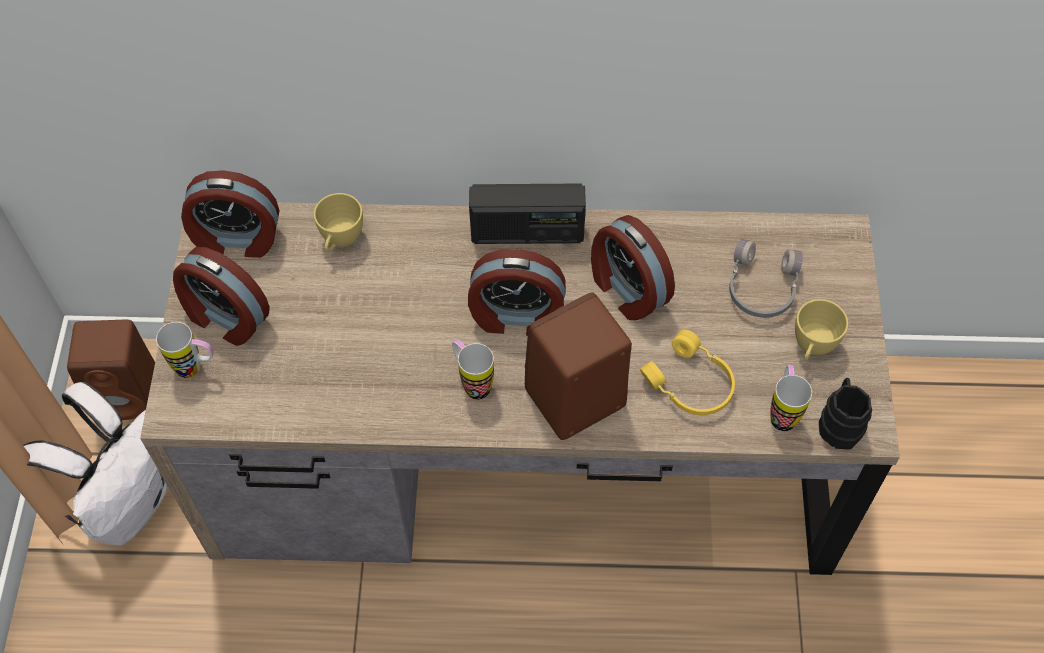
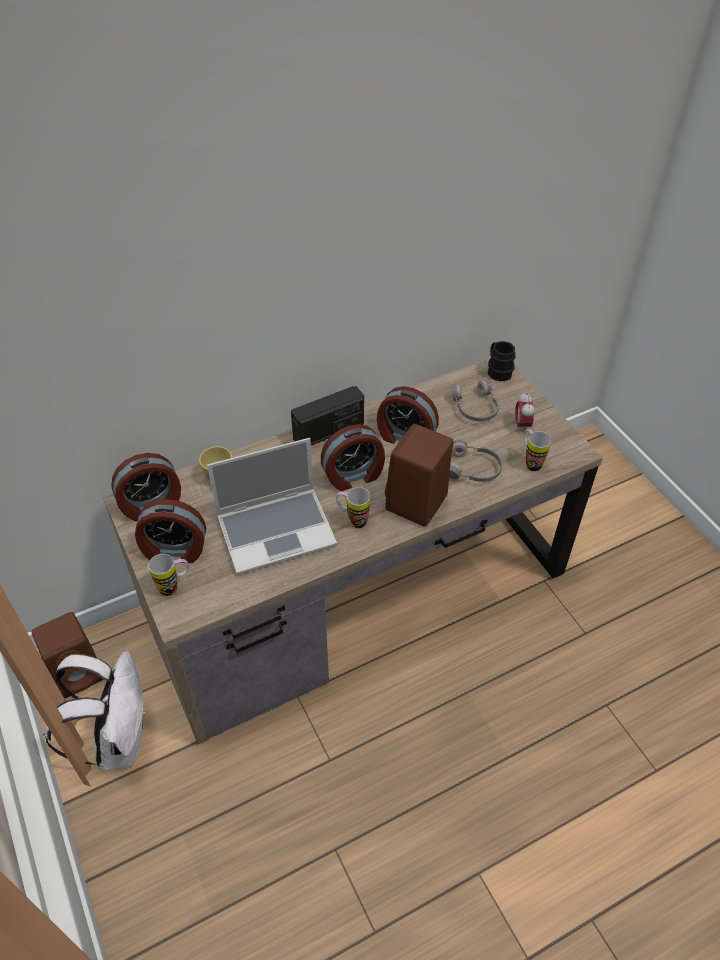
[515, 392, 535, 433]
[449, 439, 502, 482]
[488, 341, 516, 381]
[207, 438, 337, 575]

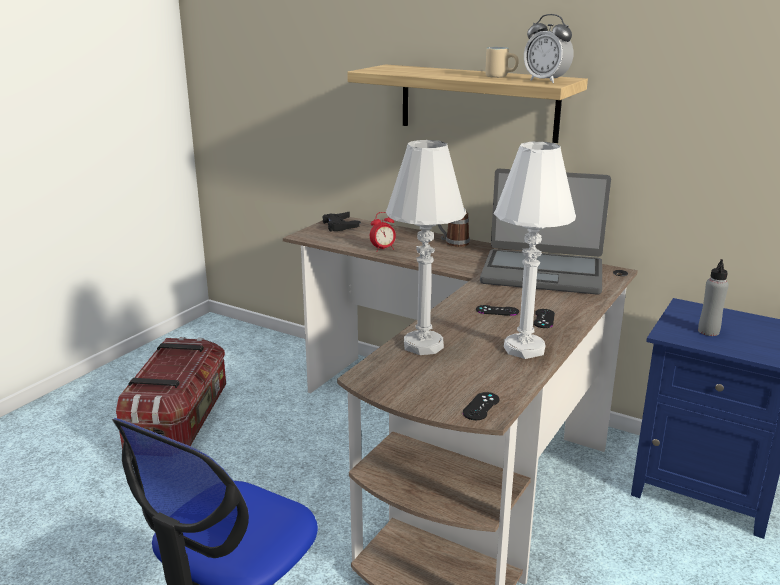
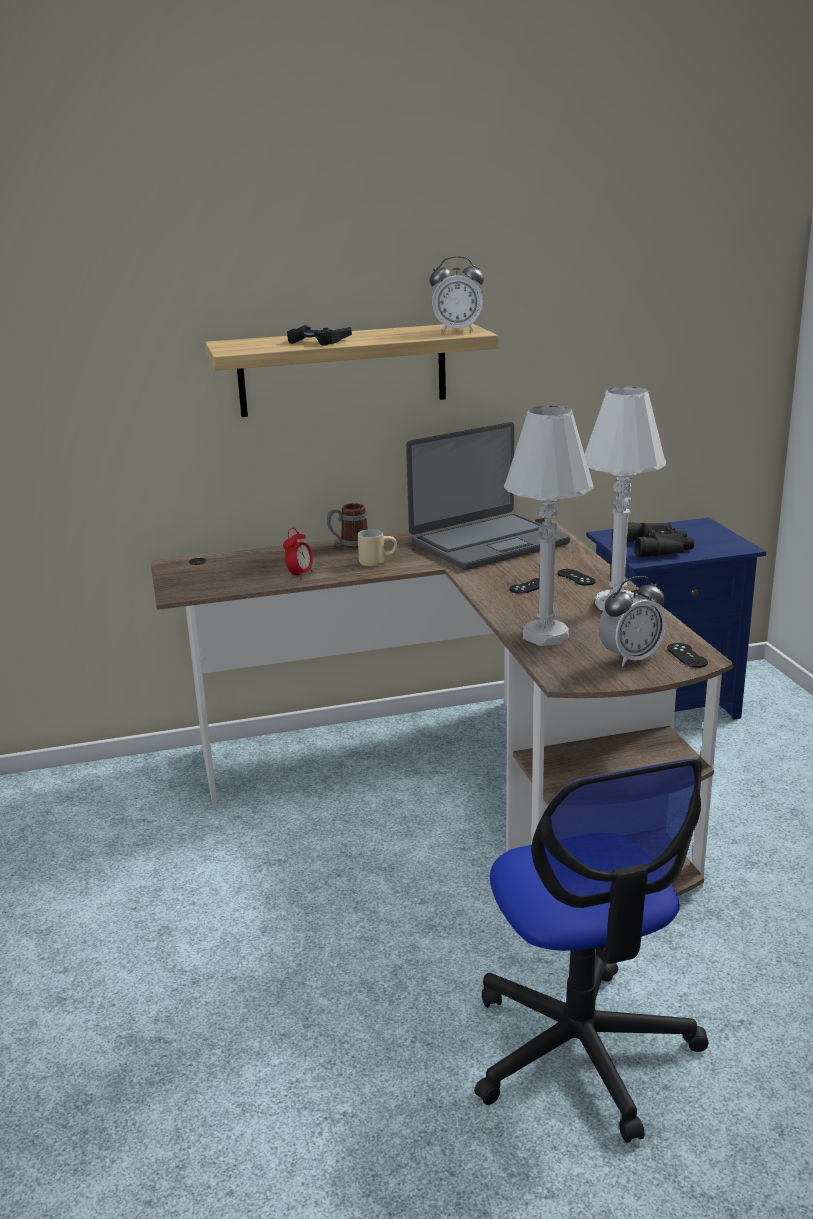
[358, 529, 397, 567]
[287, 325, 352, 346]
[627, 522, 694, 557]
[116, 337, 226, 449] (first image)
[599, 576, 666, 667]

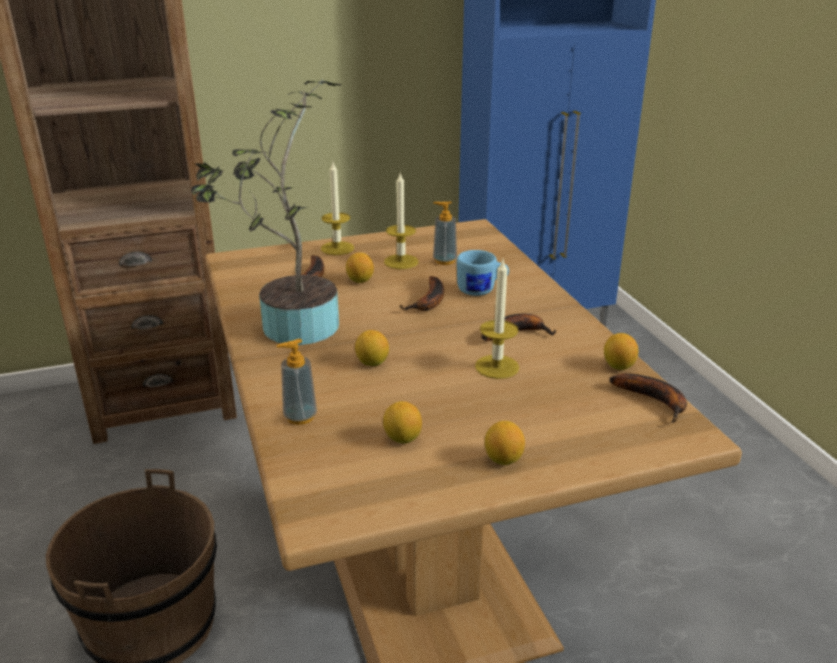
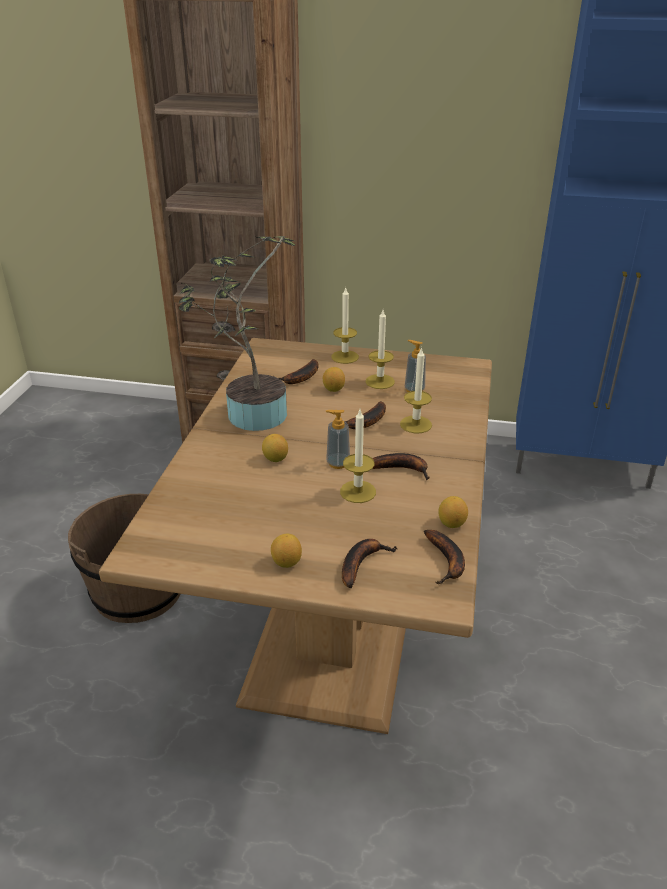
[400, 347, 432, 434]
[326, 410, 350, 469]
[383, 401, 422, 444] (first image)
[342, 539, 397, 588]

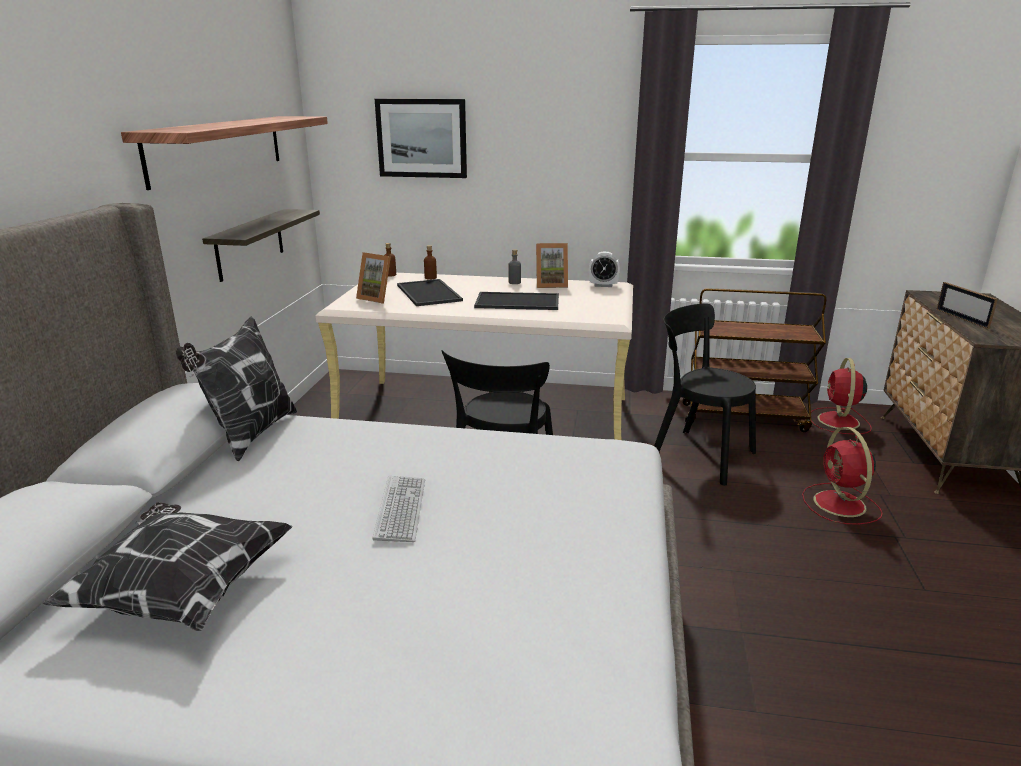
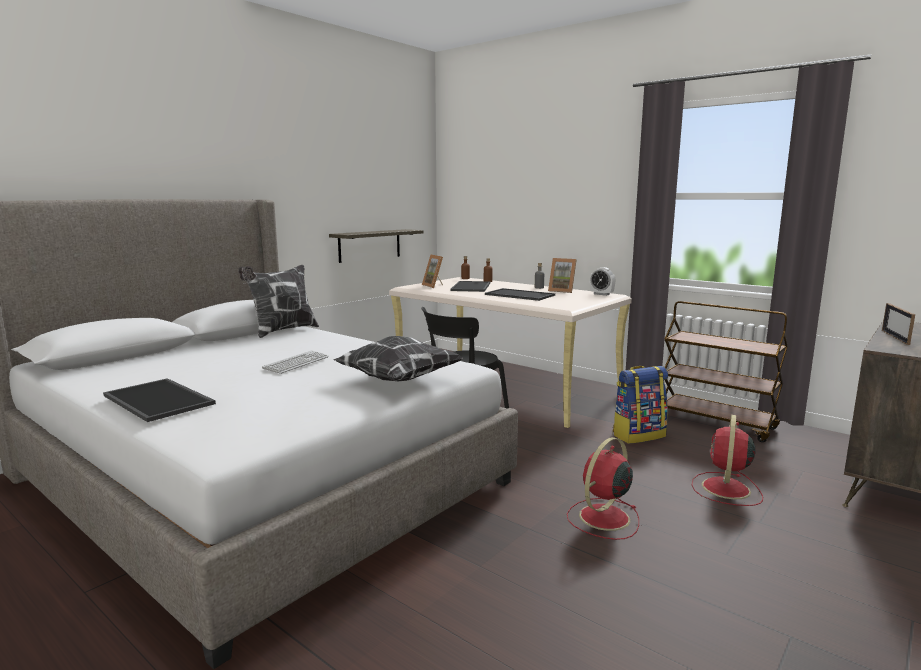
[375, 99, 467, 178] (first image)
[121, 116, 328, 190] (first image)
[613, 366, 668, 444]
[567, 437, 639, 540]
[334, 336, 463, 381]
[103, 378, 216, 422]

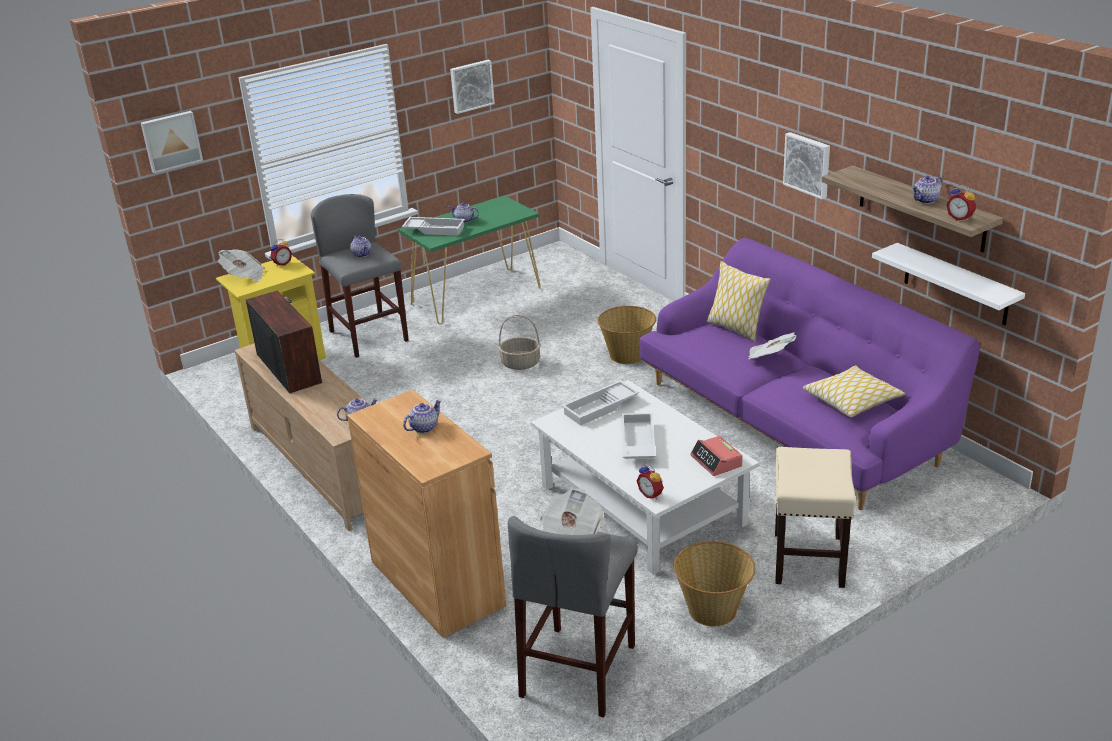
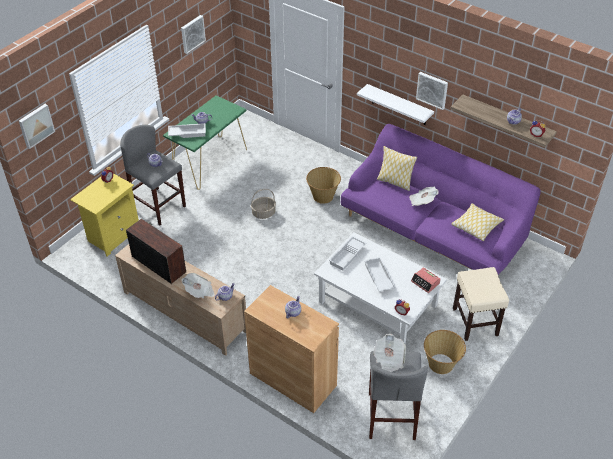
[357, 84, 434, 125]
[182, 273, 215, 299]

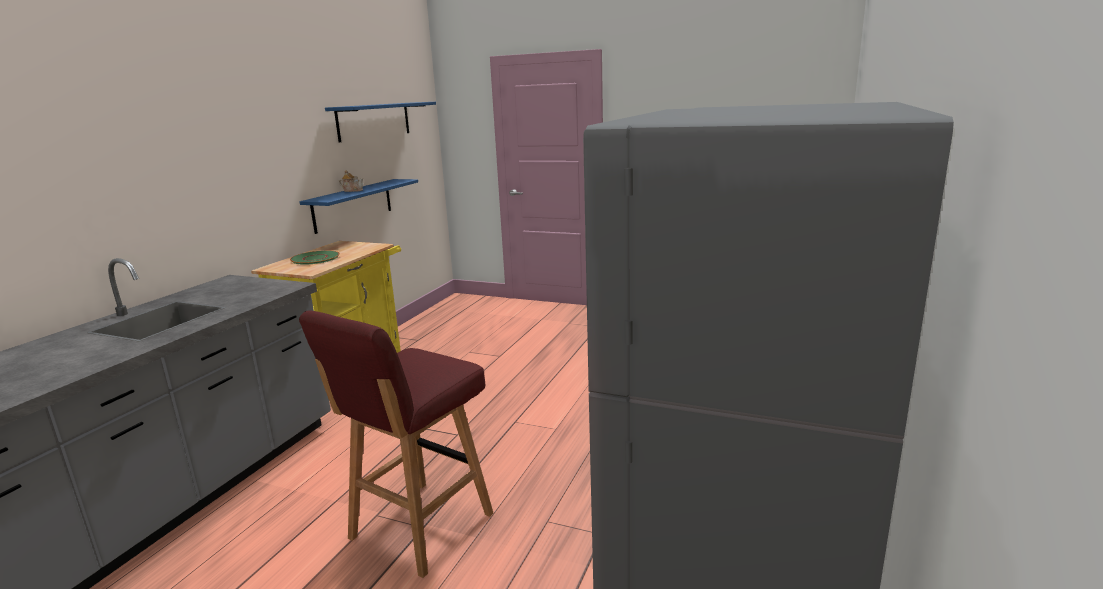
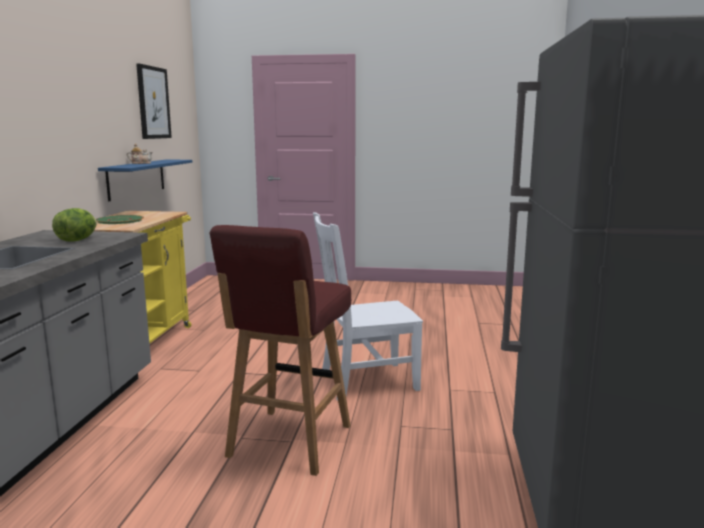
[136, 64, 172, 139]
[52, 208, 97, 242]
[313, 212, 423, 400]

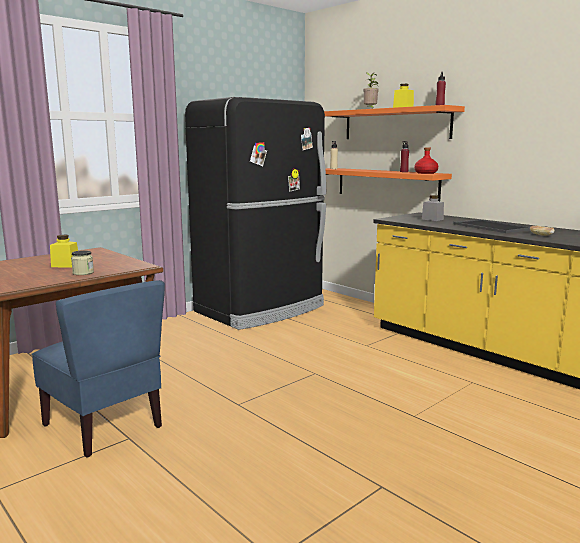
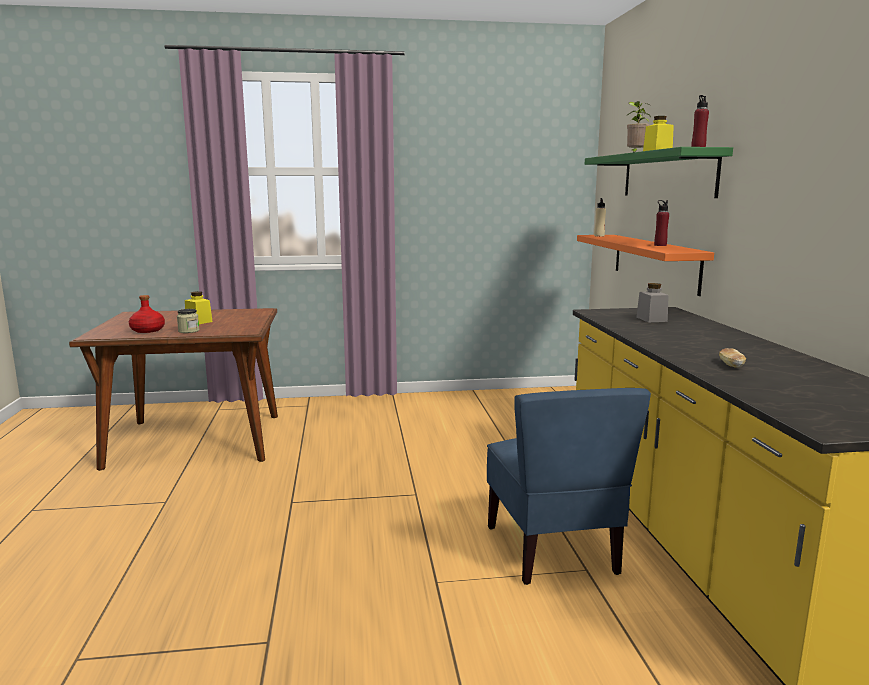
[185, 97, 326, 330] (first image)
[585, 147, 733, 198]
[129, 295, 165, 333]
[453, 219, 530, 233] (first image)
[487, 388, 651, 585]

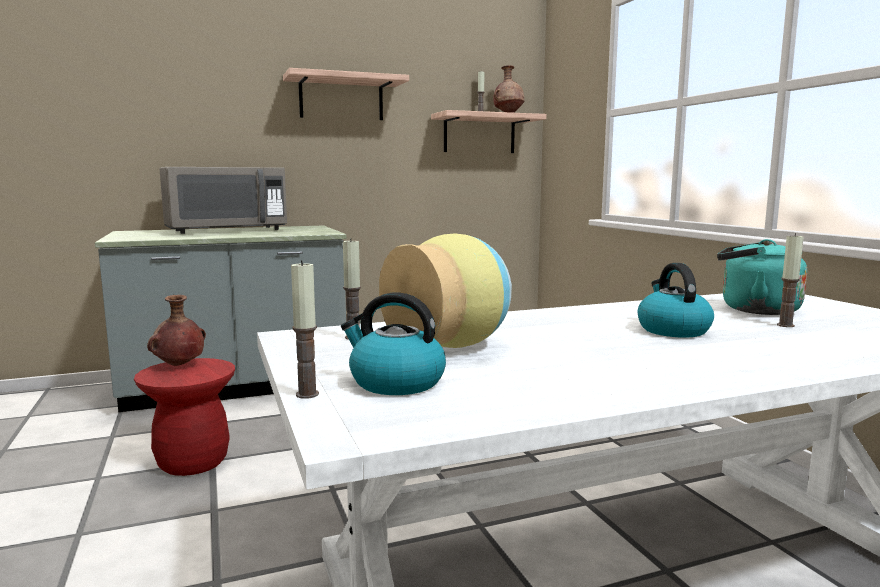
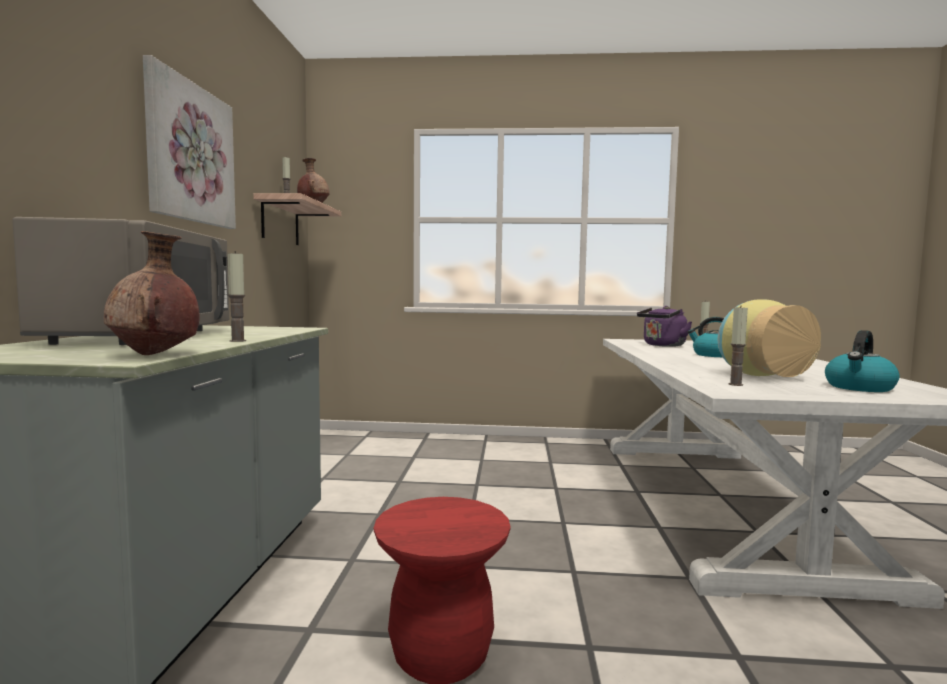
[143, 55, 236, 229]
[637, 306, 692, 347]
[228, 251, 246, 342]
[104, 231, 199, 355]

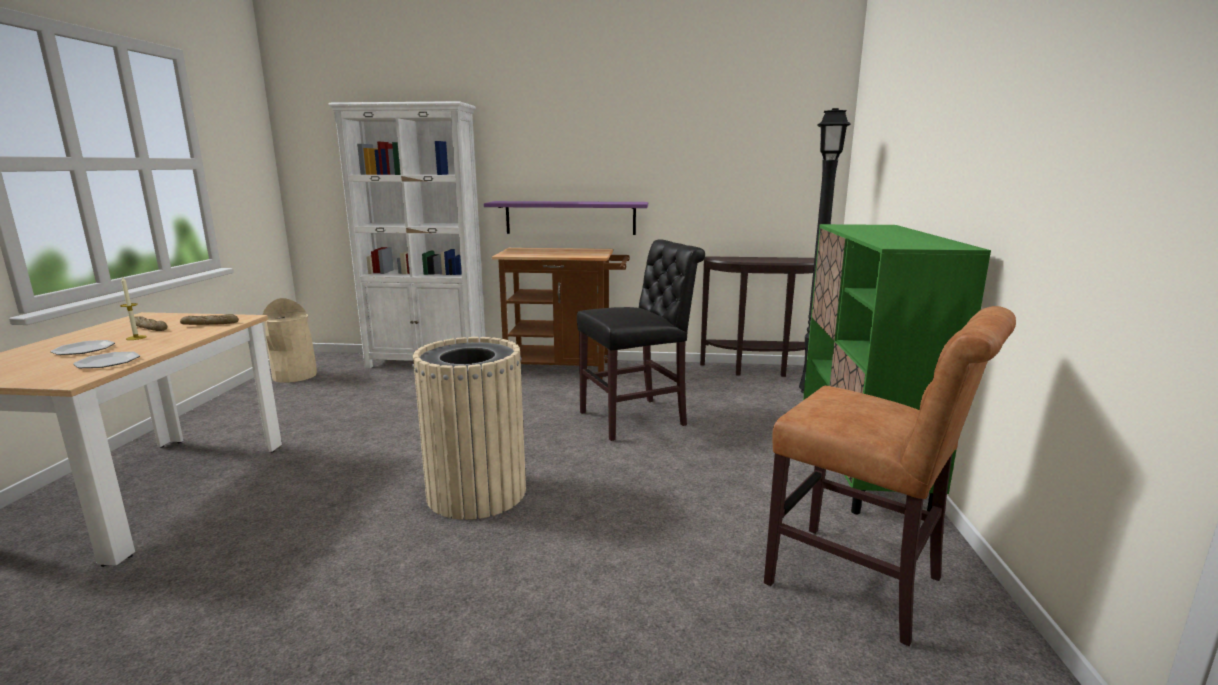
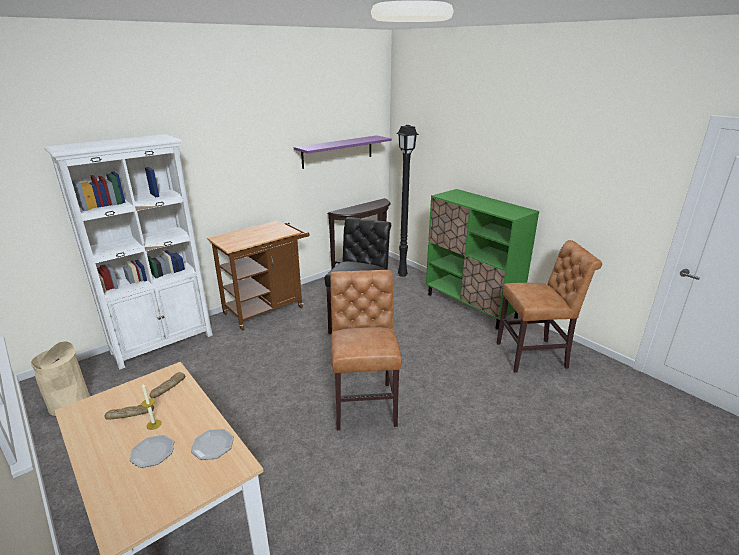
[294, 135, 392, 169]
[330, 270, 402, 430]

